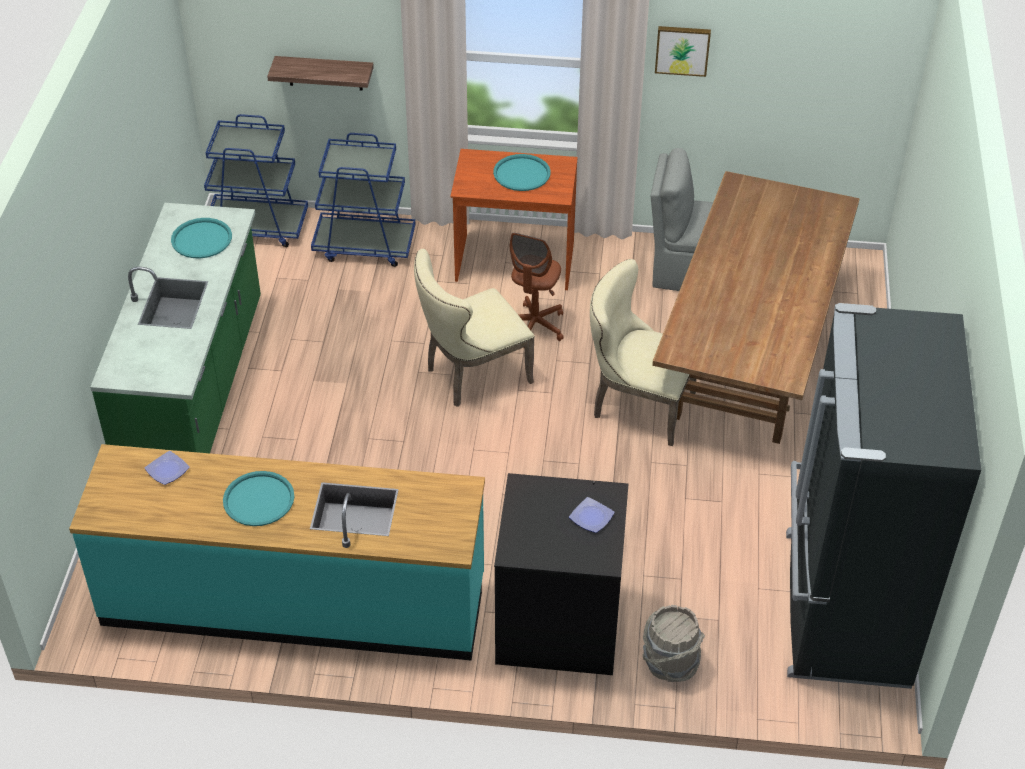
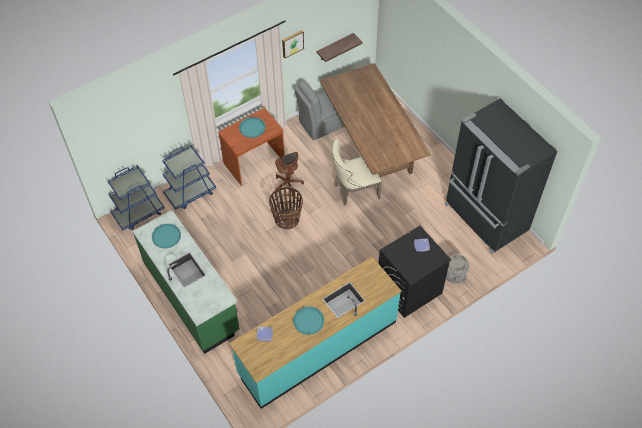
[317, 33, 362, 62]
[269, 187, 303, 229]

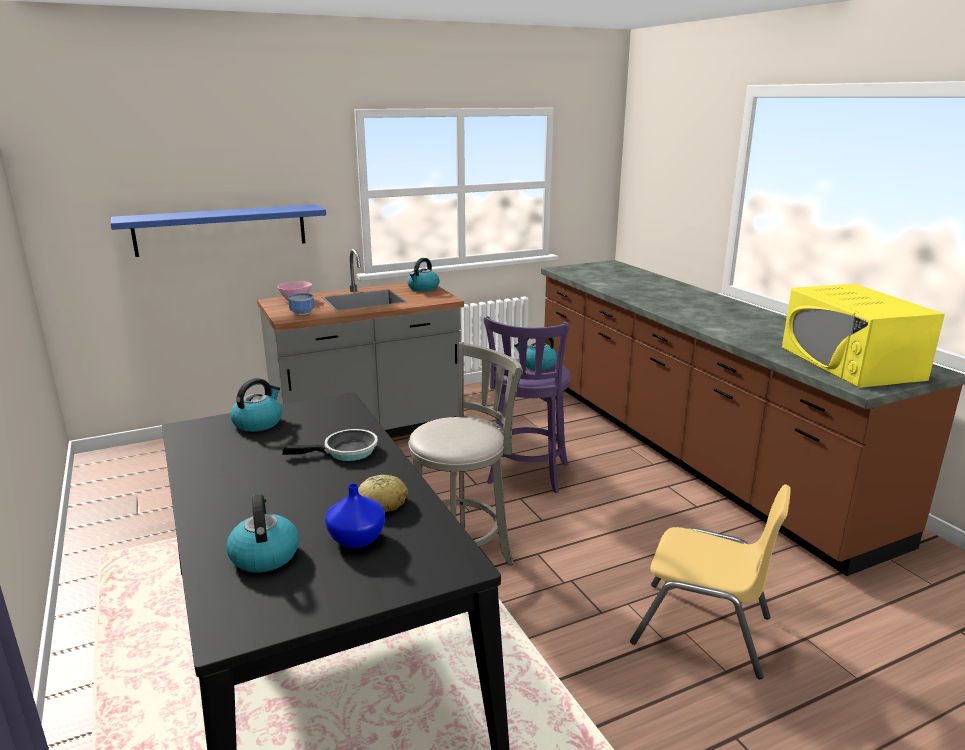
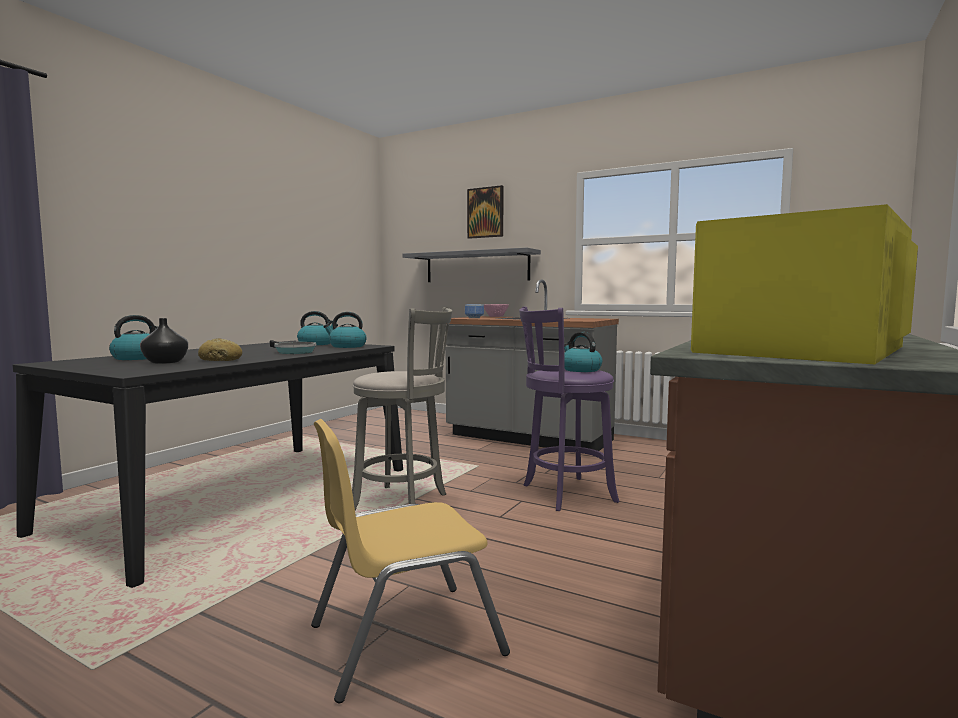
[403, 247, 541, 282]
[323, 312, 367, 348]
[140, 318, 188, 364]
[311, 419, 510, 703]
[467, 185, 504, 239]

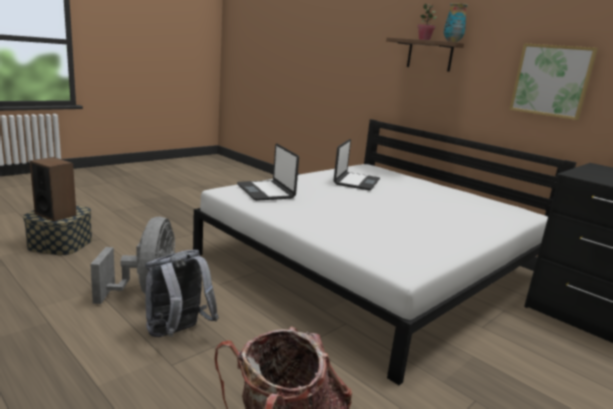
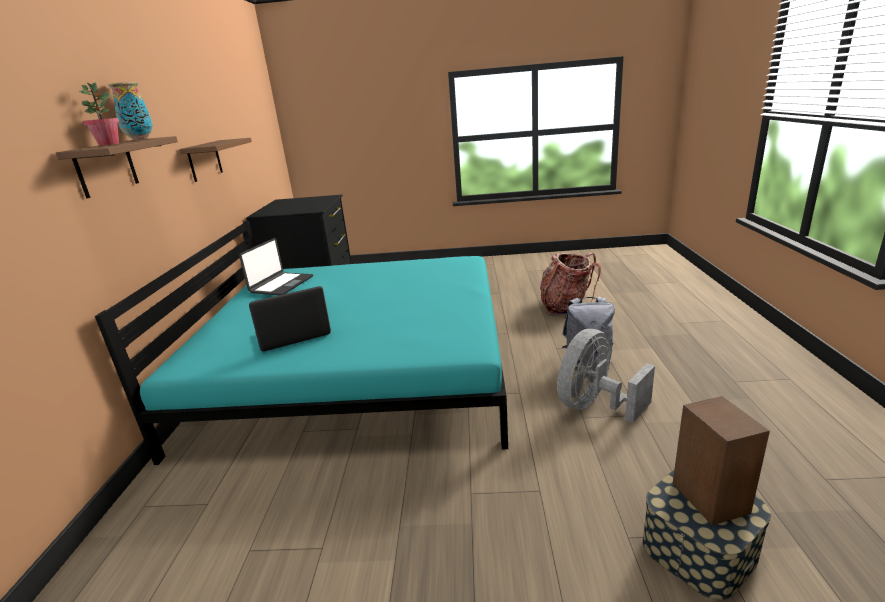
[179, 138, 252, 182]
[95, 221, 508, 465]
[239, 238, 313, 295]

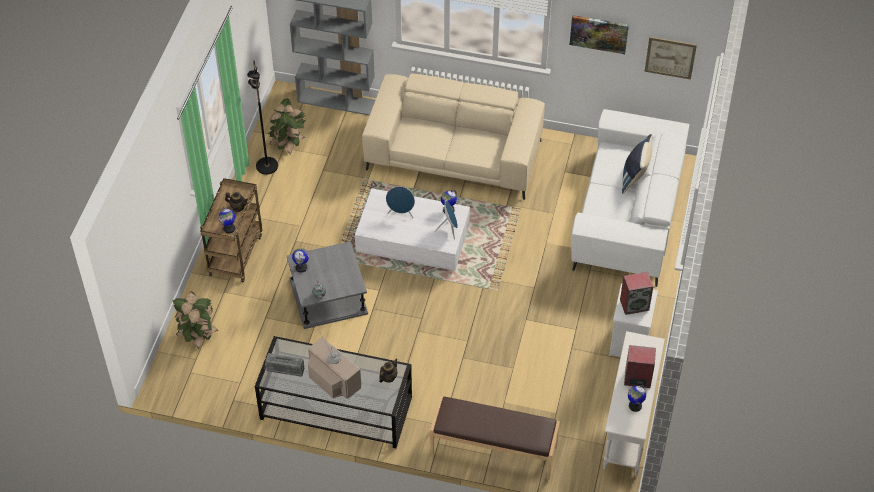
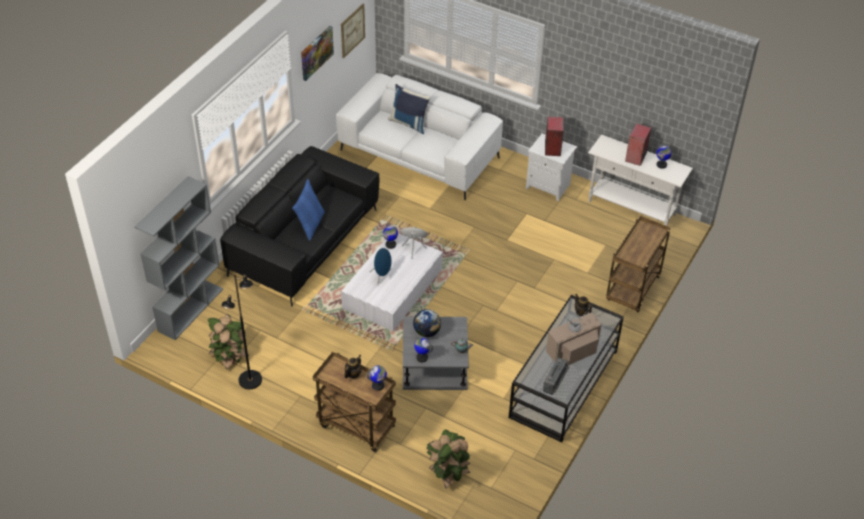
[220, 146, 379, 307]
[606, 216, 670, 312]
[292, 179, 325, 241]
[413, 309, 441, 337]

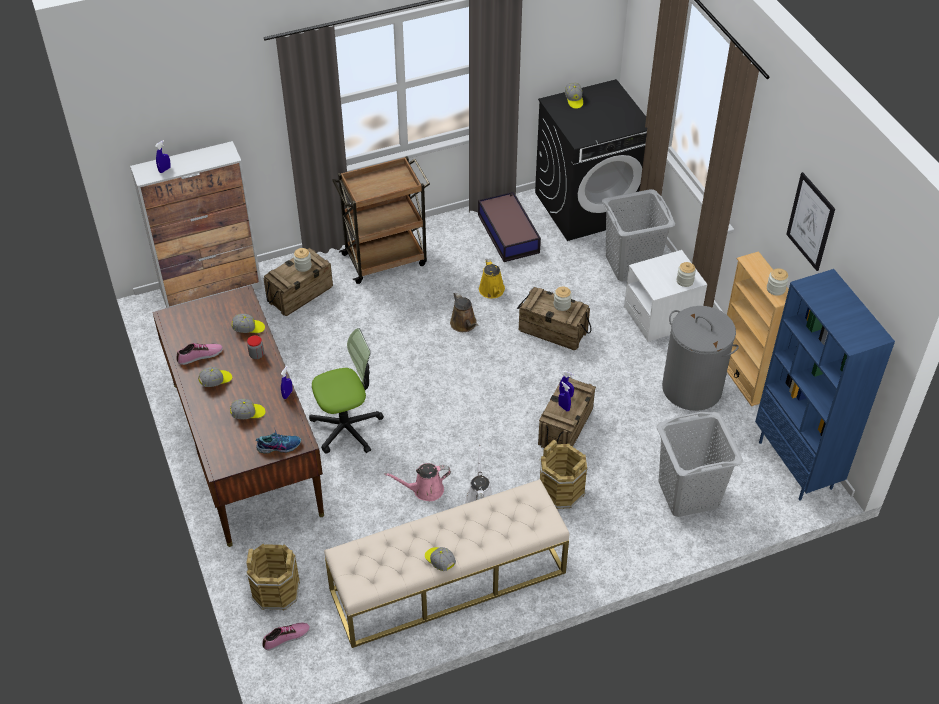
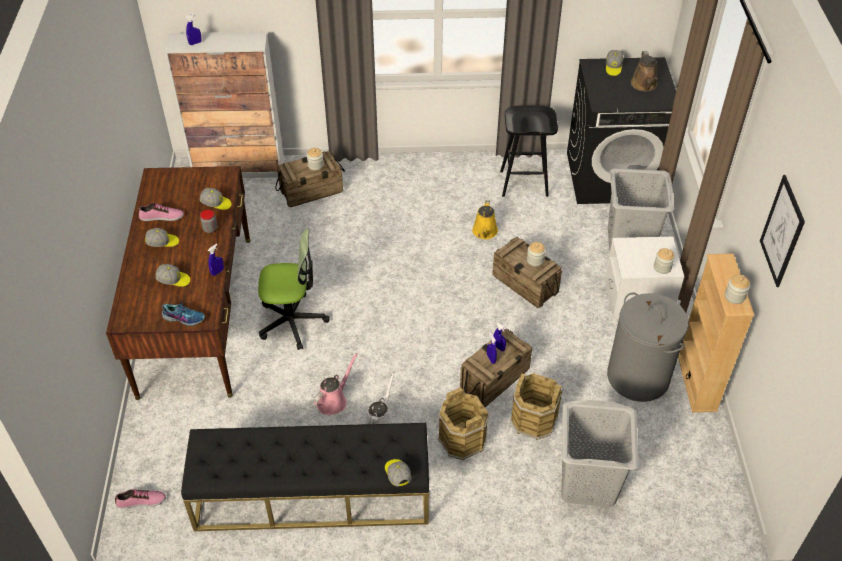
[332, 156, 430, 284] (first image)
[500, 105, 558, 197]
[755, 269, 895, 501] (first image)
[631, 51, 658, 92]
[314, 353, 358, 415]
[181, 423, 429, 531]
[510, 373, 562, 440]
[385, 459, 412, 487]

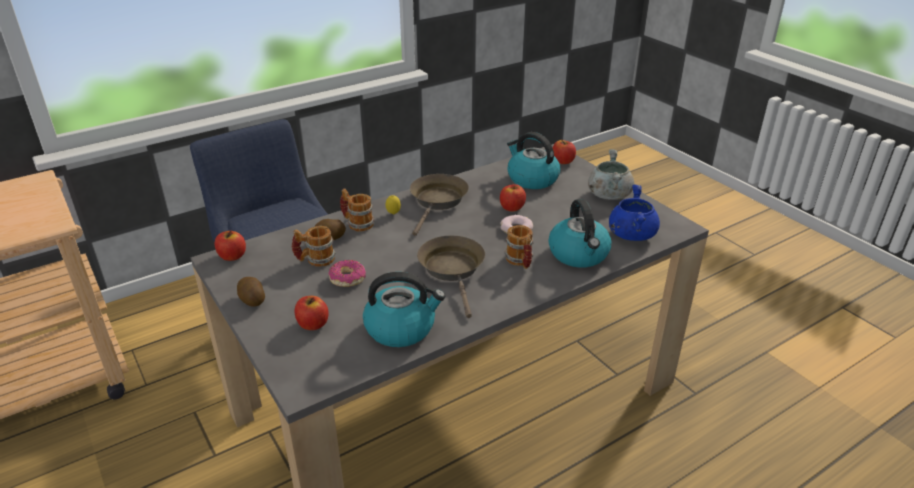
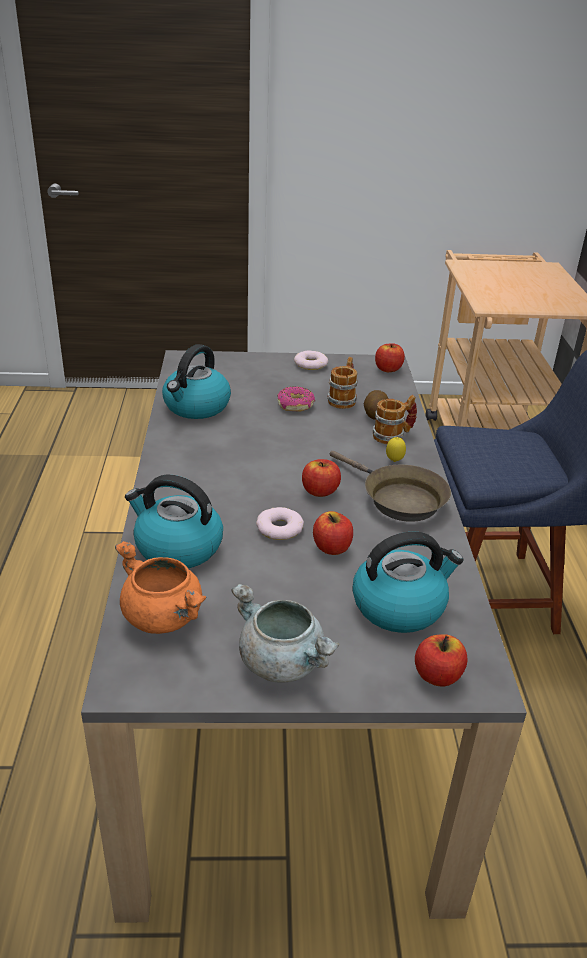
[115, 541, 206, 634]
[505, 225, 534, 269] (first image)
[417, 236, 485, 318] (first image)
[294, 350, 328, 370]
[302, 459, 341, 497]

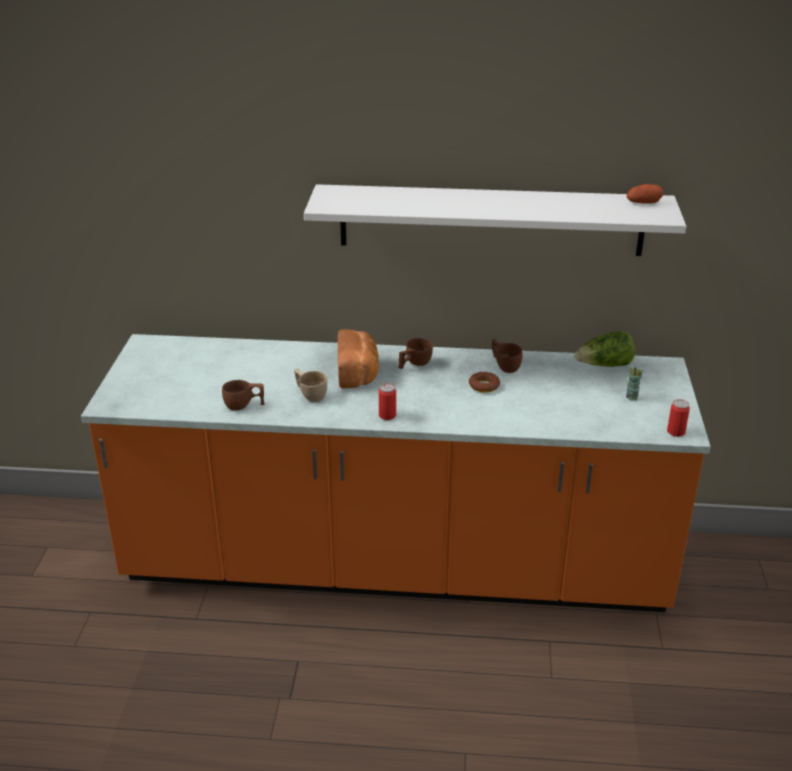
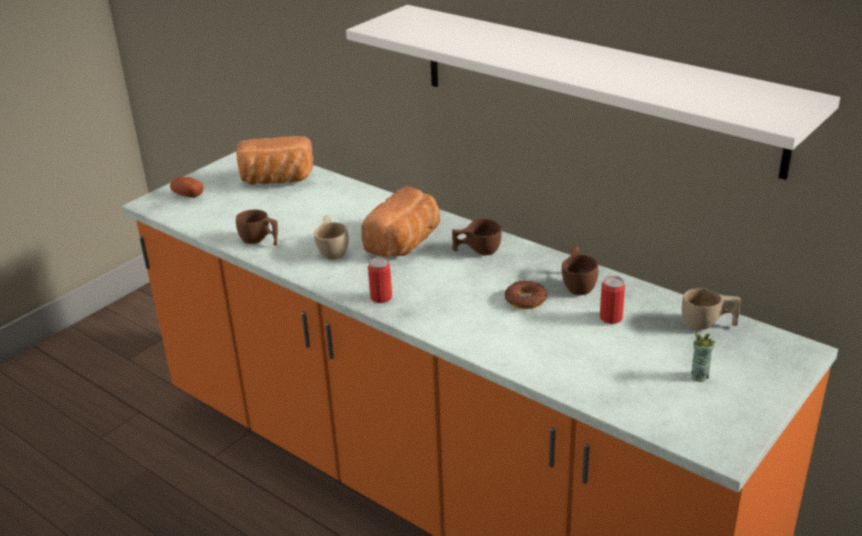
[170, 177, 204, 198]
[682, 288, 741, 330]
[599, 276, 625, 324]
[236, 136, 313, 185]

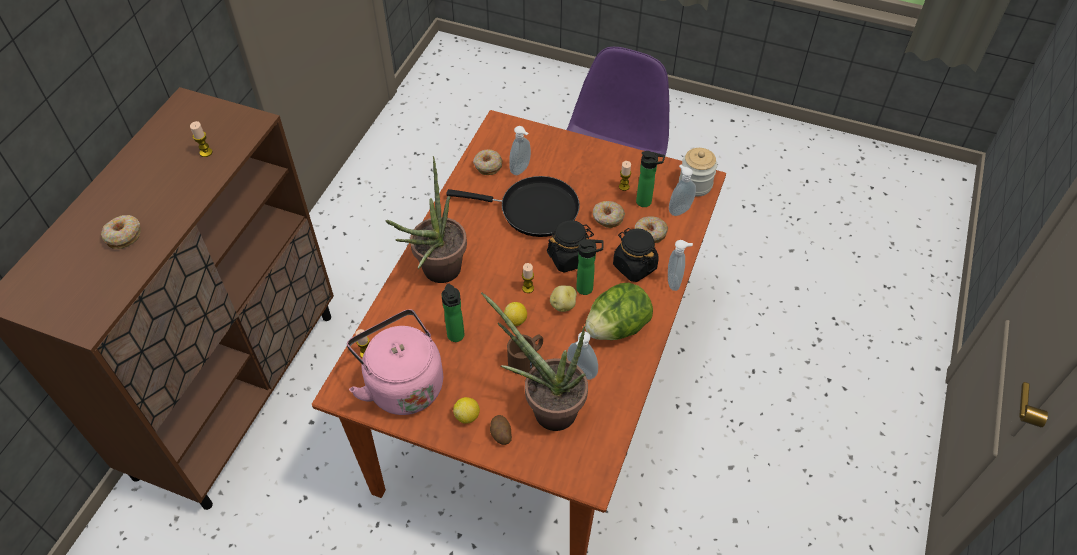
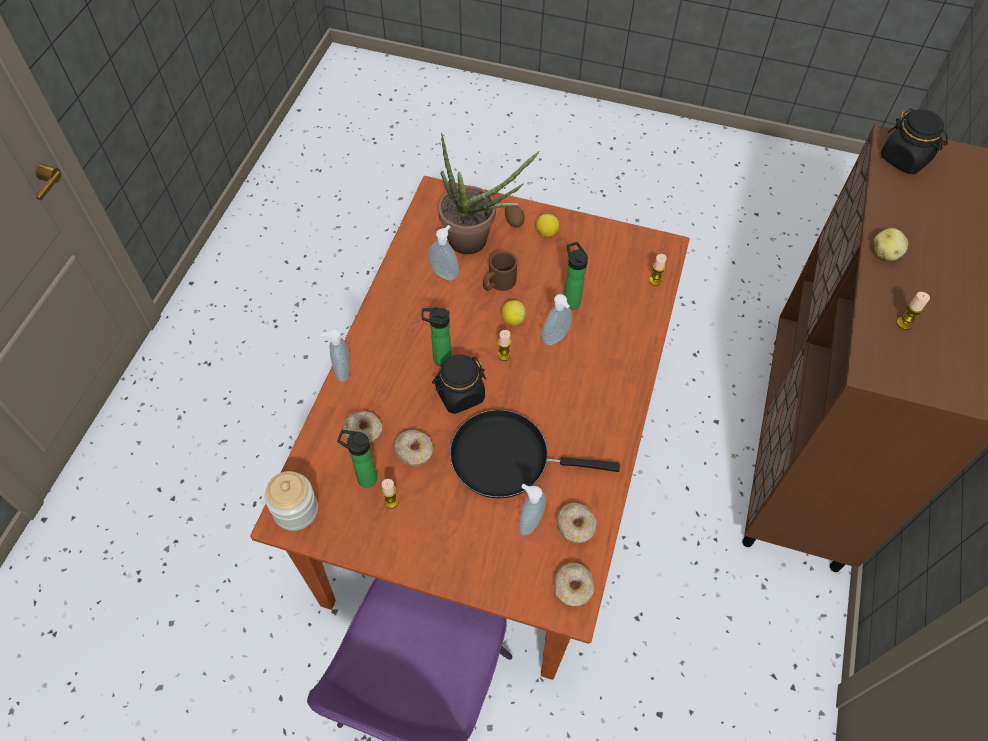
[385, 156, 467, 283] (first image)
[542, 294, 572, 345]
[554, 562, 595, 607]
[881, 108, 948, 174]
[585, 283, 653, 340] (first image)
[874, 228, 908, 261]
[347, 309, 443, 415] (first image)

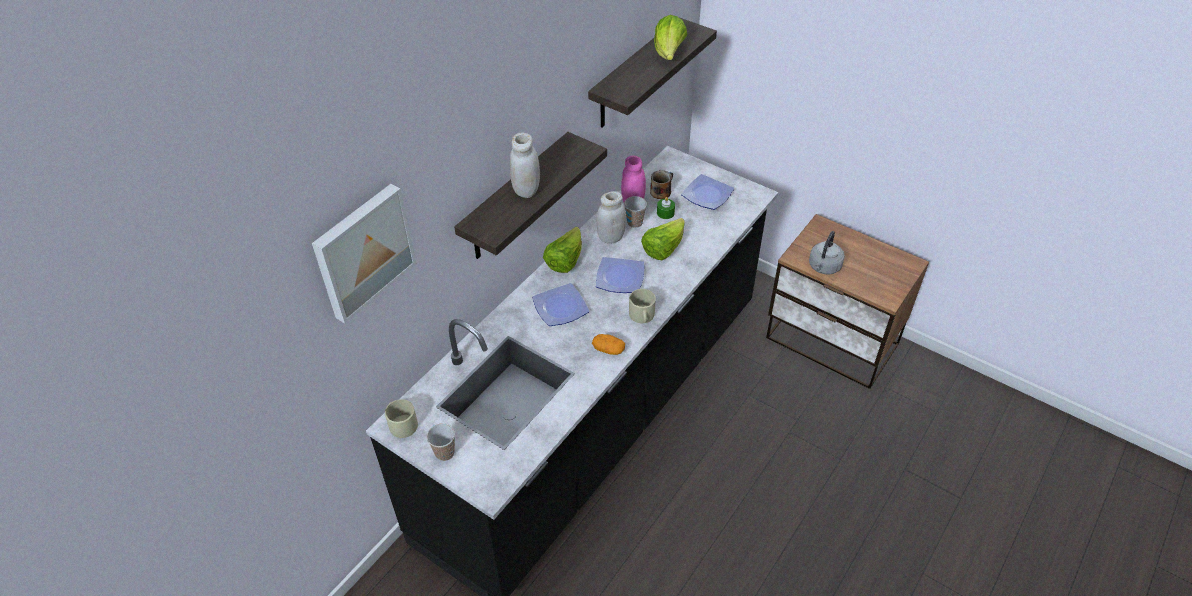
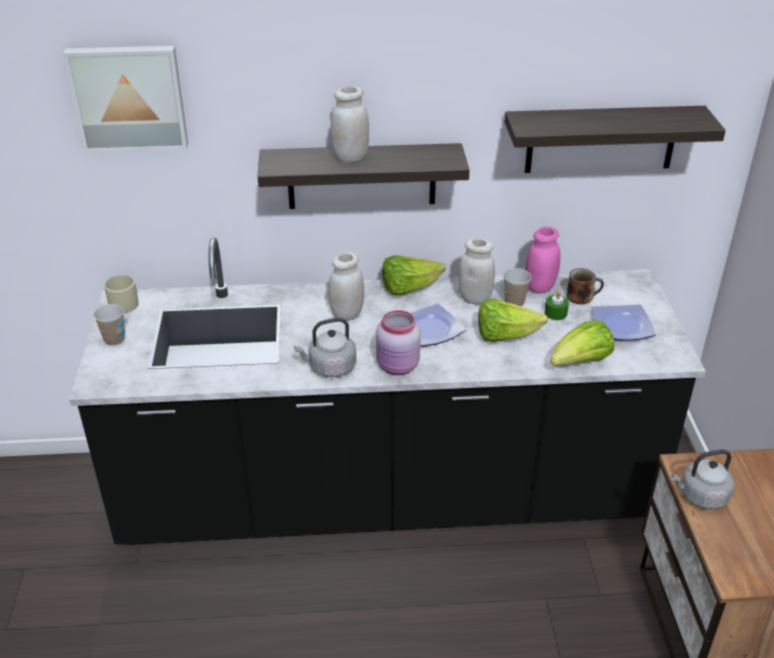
[550, 320, 614, 366]
[329, 252, 364, 321]
[376, 310, 421, 375]
[294, 318, 356, 377]

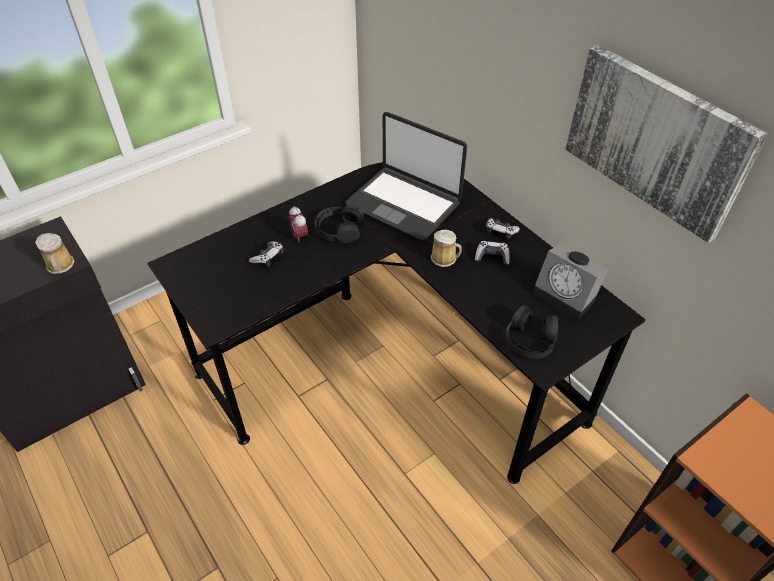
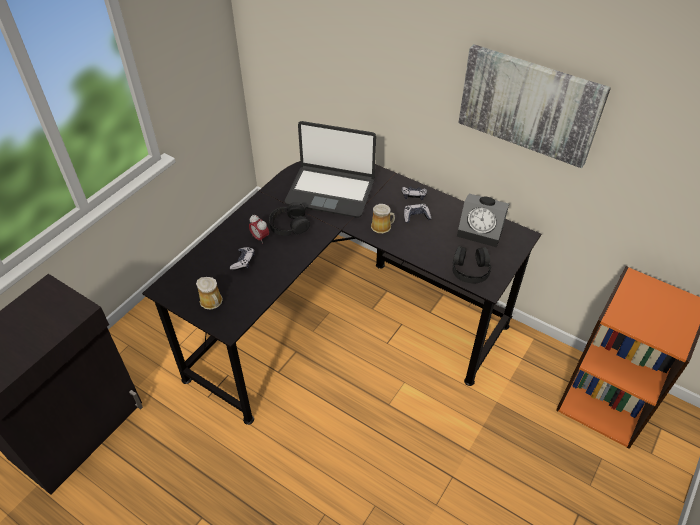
[196, 277, 223, 310]

